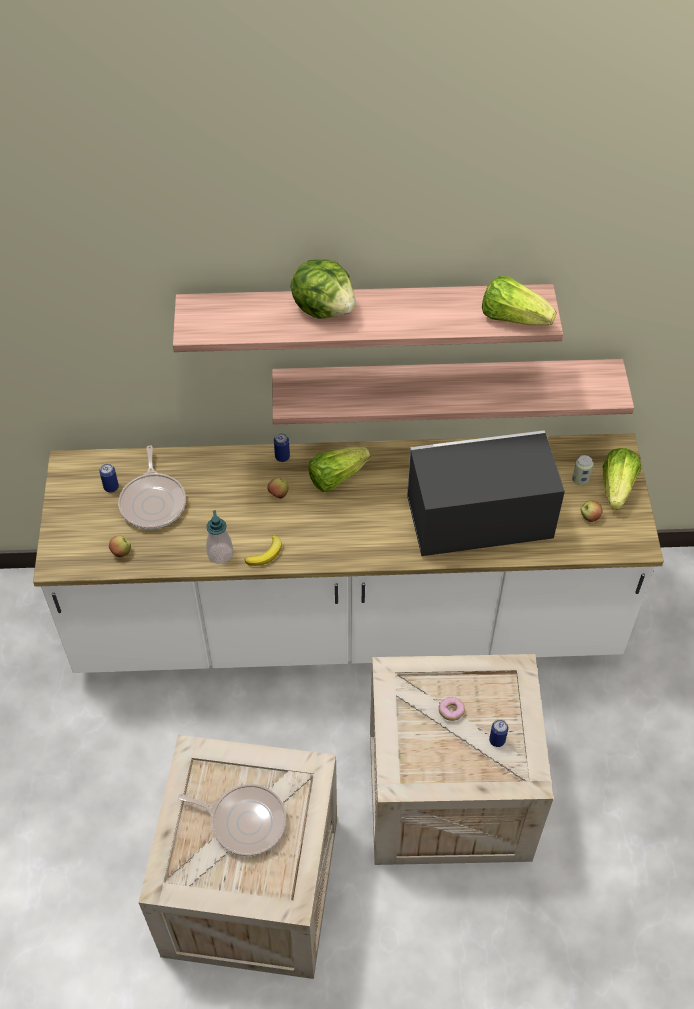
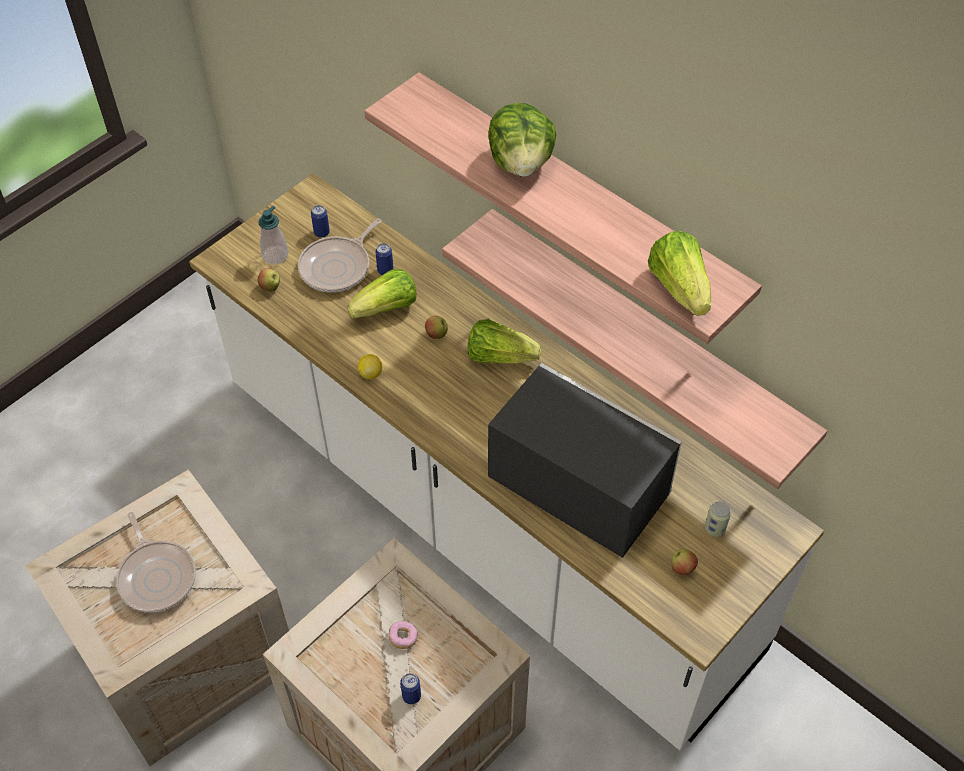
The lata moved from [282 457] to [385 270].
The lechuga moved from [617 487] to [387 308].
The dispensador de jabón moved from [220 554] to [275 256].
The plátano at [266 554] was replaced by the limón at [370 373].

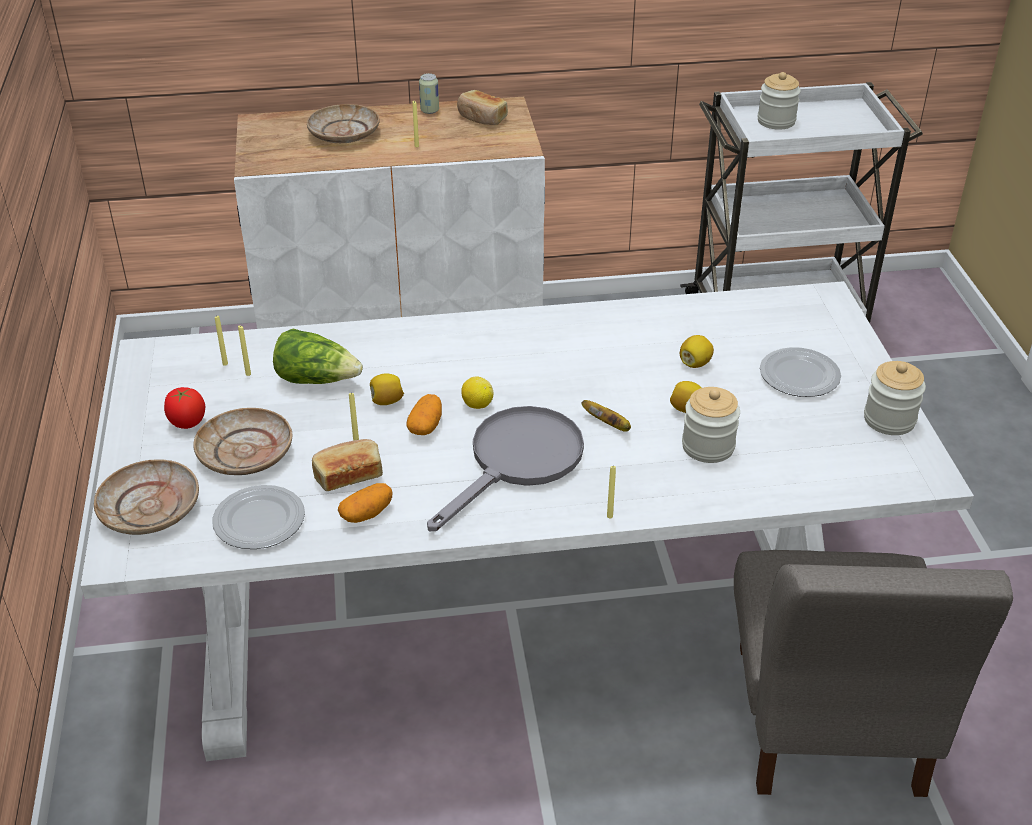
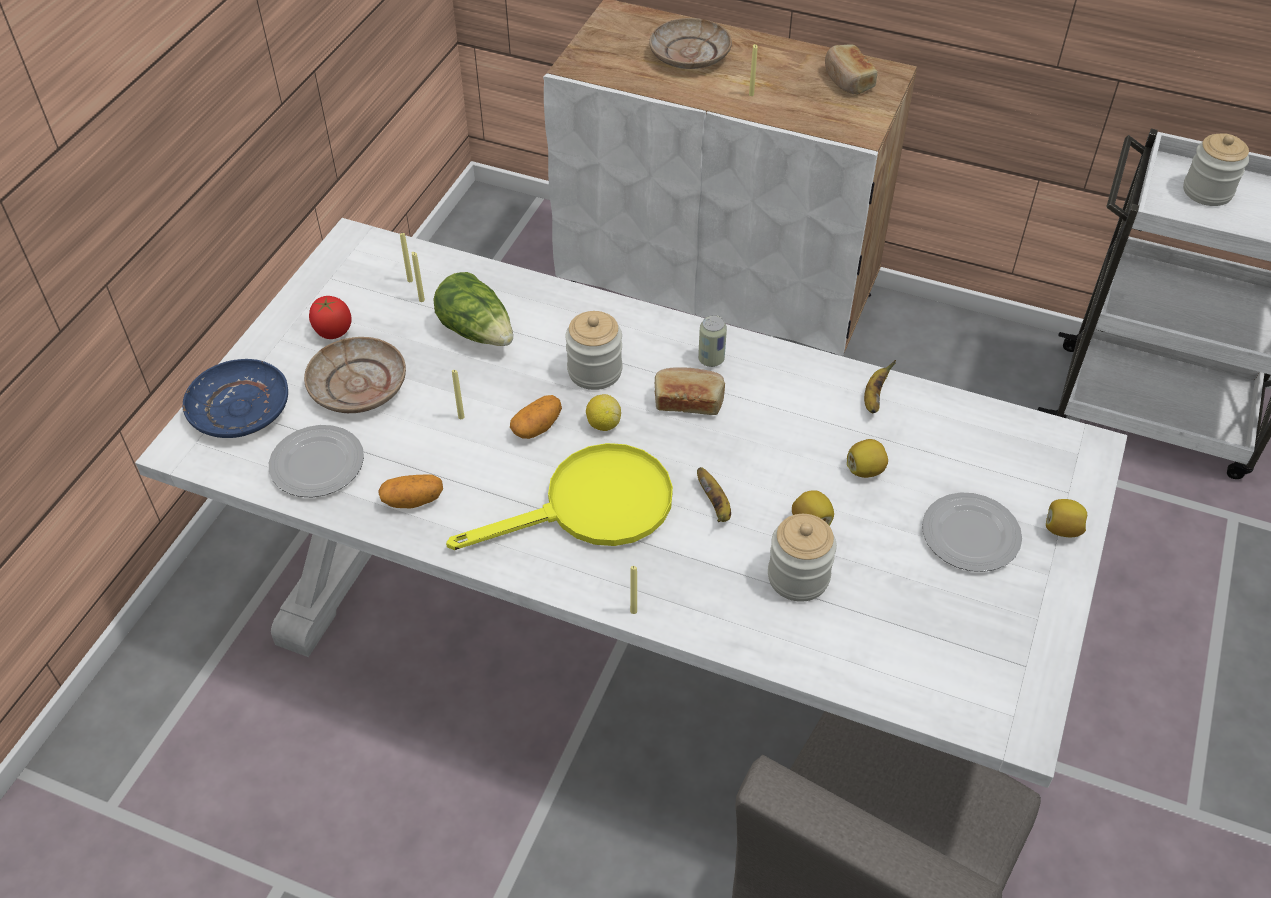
The lata moved from [429 110] to [711 359].
The tarro moved from [889 419] to [595 371].
The limón moved from [386 401] to [1062 529].
The sartén [gris] at [517 462] became the sartén [amarillo] at [592 507].
The pan moved from [348 475] to [688 401].
The plato [beis] at [150 508] became the plato [azul] at [240 409].
The plátano at [874 397] appeared.

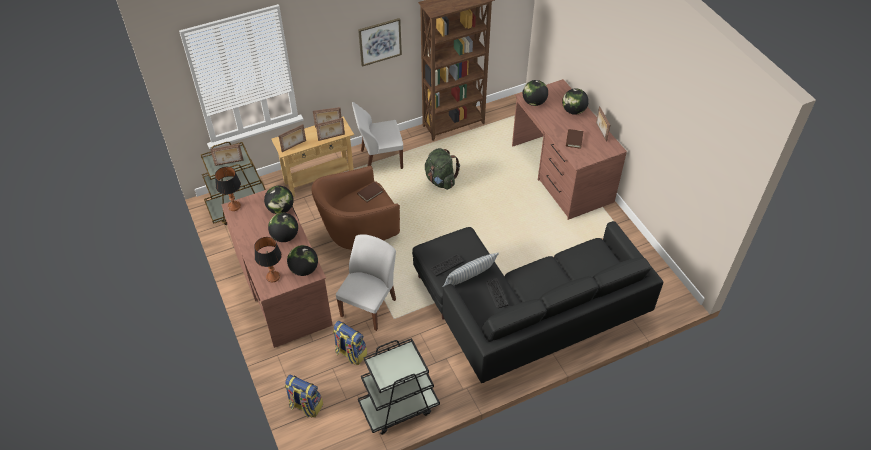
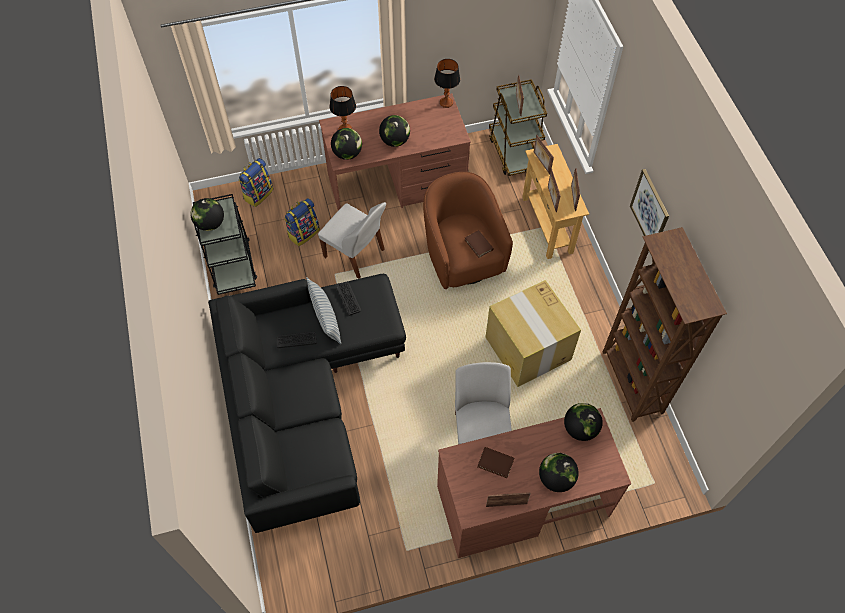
The silla [blanco] moved from [380 159] to [480 432].
The mochila [verde] at [440 180] was replaced by the caja de cartón at [528 349].
The globo terráqueo moved from [281 209] to [210 224].

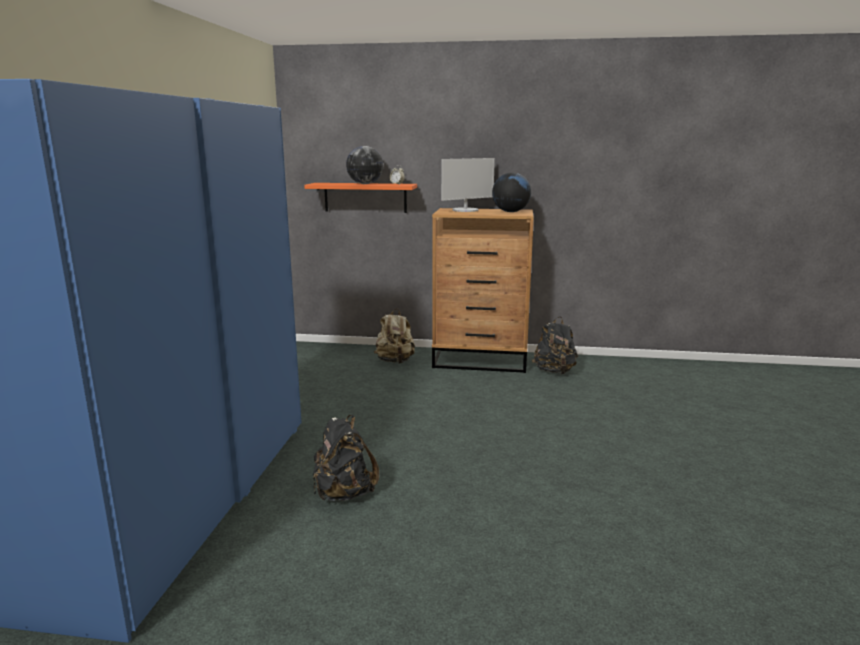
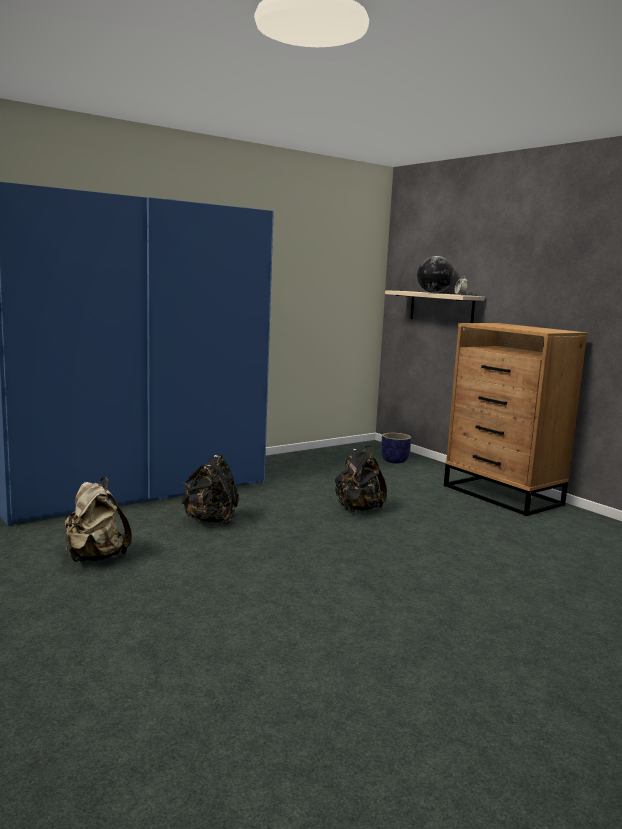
The monitor at [465 210] disappeared.
The globo terráqueo at [511 212] disappeared.
The estante [naranja] at [365 197] became the estante [beis] at [441 308].
The mochila [beis] moved from [395 361] to [95 558].
The mochila [negro] moved from [554 372] to [357 509].
The maceta at [394 461] appeared.

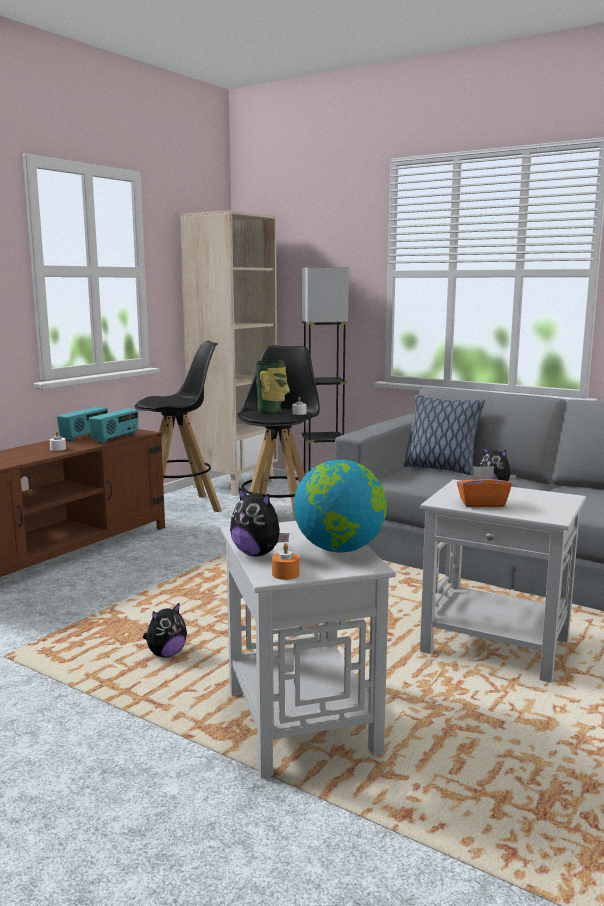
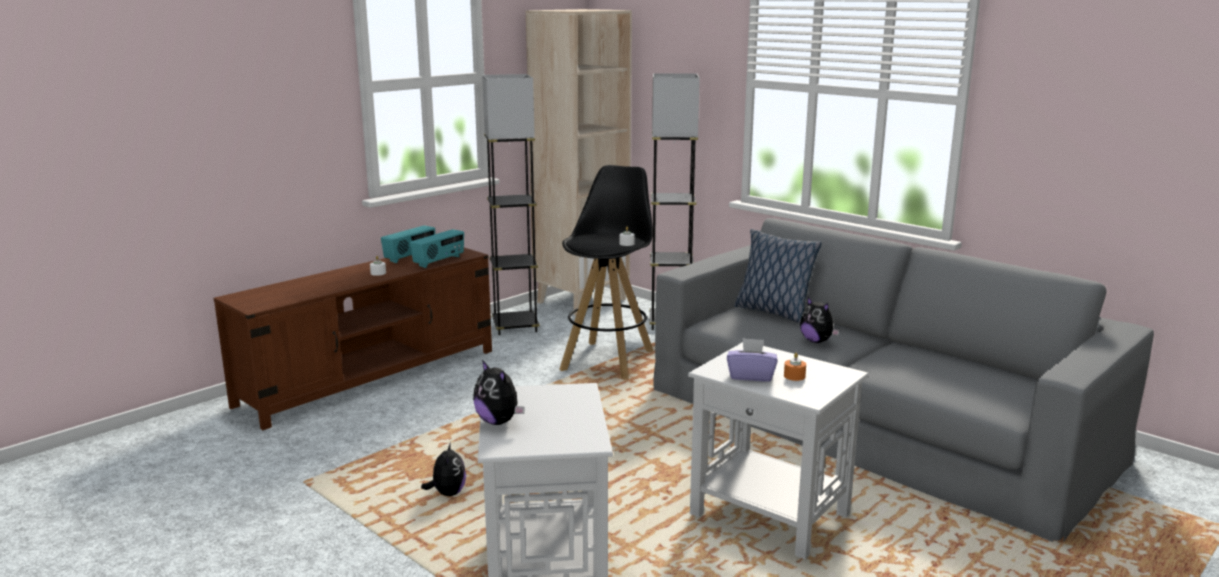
The taburete [negro] at [180 507] was replaced by the lámpara de pie [gris] at [515 327].
The florero at [271 412] disappeared.
The globo terráqueo at [340 549] disappeared.
The caja de pañuelos [naranja] at [482 504] became the caja de pañuelos [morado] at [751 376].
The vela [naranja] moved from [285 574] to [794 376].
The peluche at [166 654] turned 60 degrees counterclockwise.

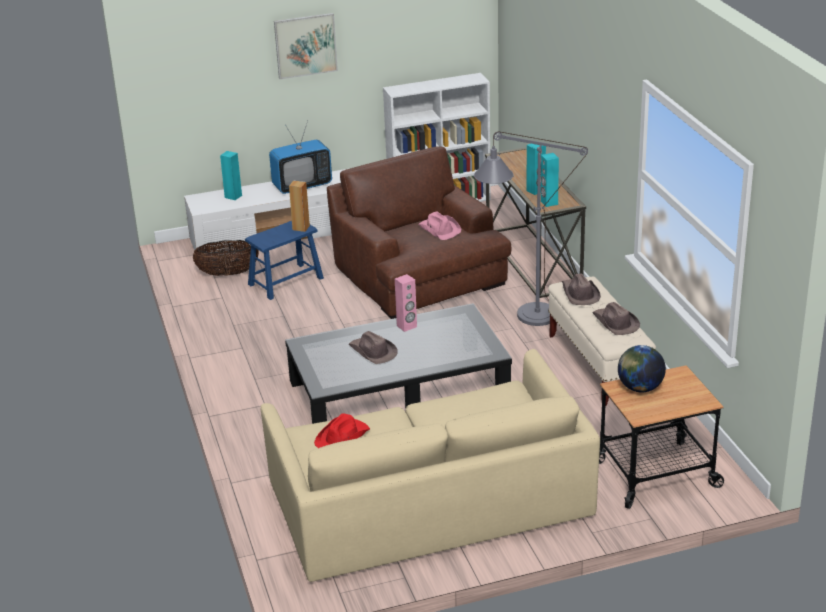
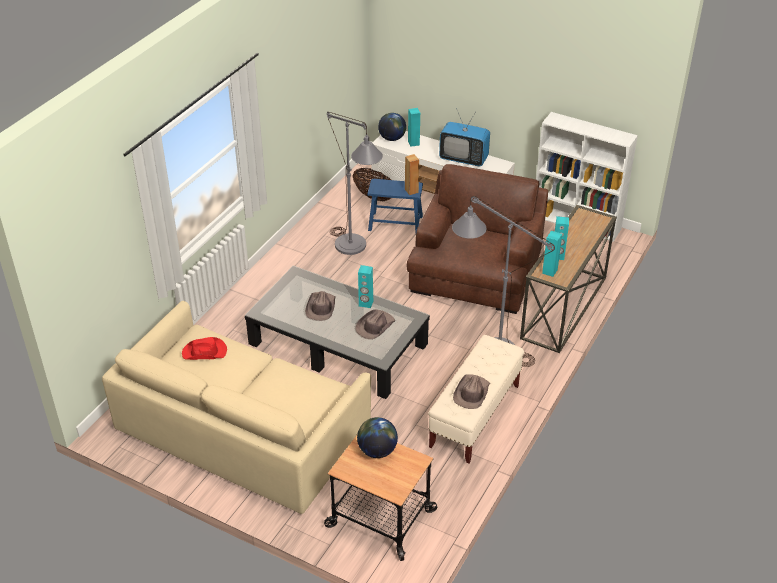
The cuadro at [305 45] disappeared.
The sombrero [rosa] at [439 229] disappeared.
The altavoz [rosa] at [407 326] became the altavoz [turquesa] at [366 303].
The sombrero [marrón] moved from [579 294] to [375 326].
The lámpara de pie [gris] at [355 250] appeared.
The globo terráqueo at [392 138] appeared.

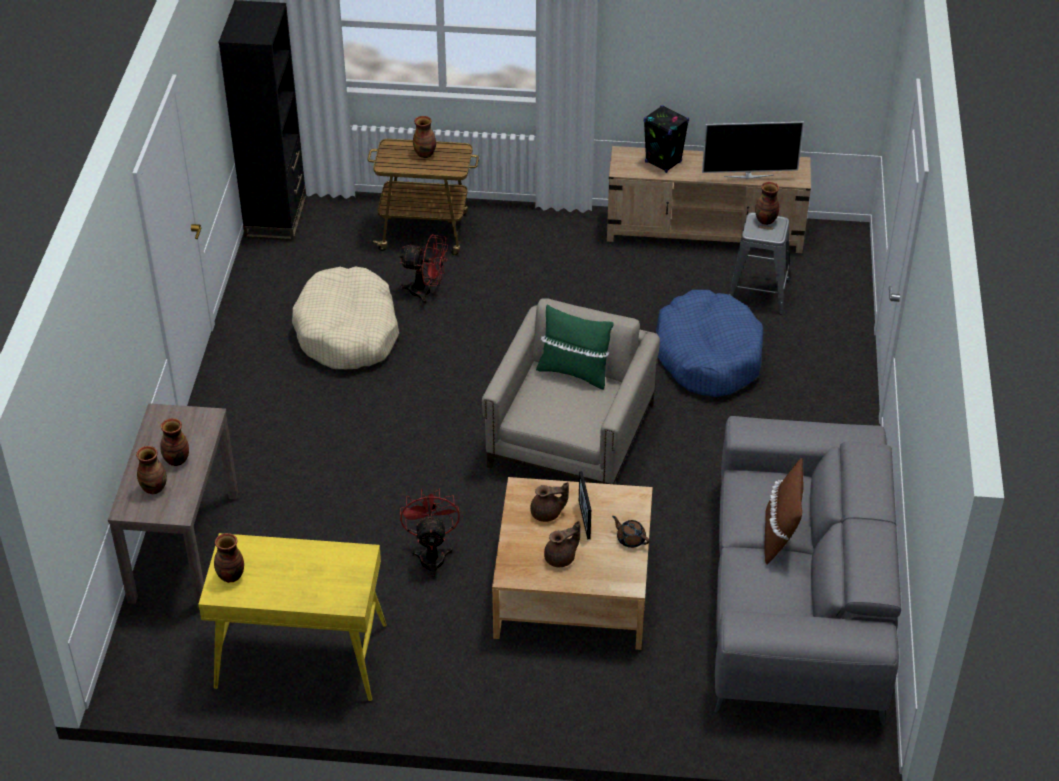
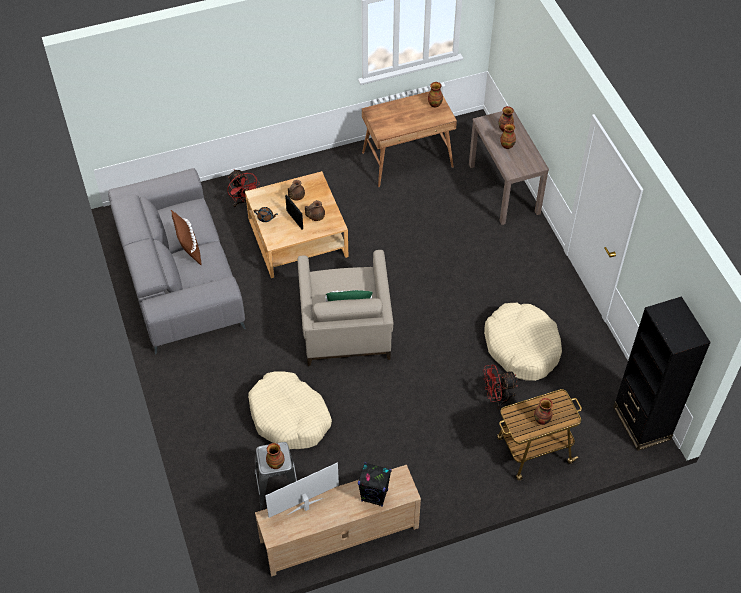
The cama para perro [azul] at [708 356] became the cama para perro [beis] at [289 417].
The ventilador [rojo] moved from [432 555] to [243 201].
The escritorio [amarillo] at [300 656] became the escritorio [marrón] at [407 160].

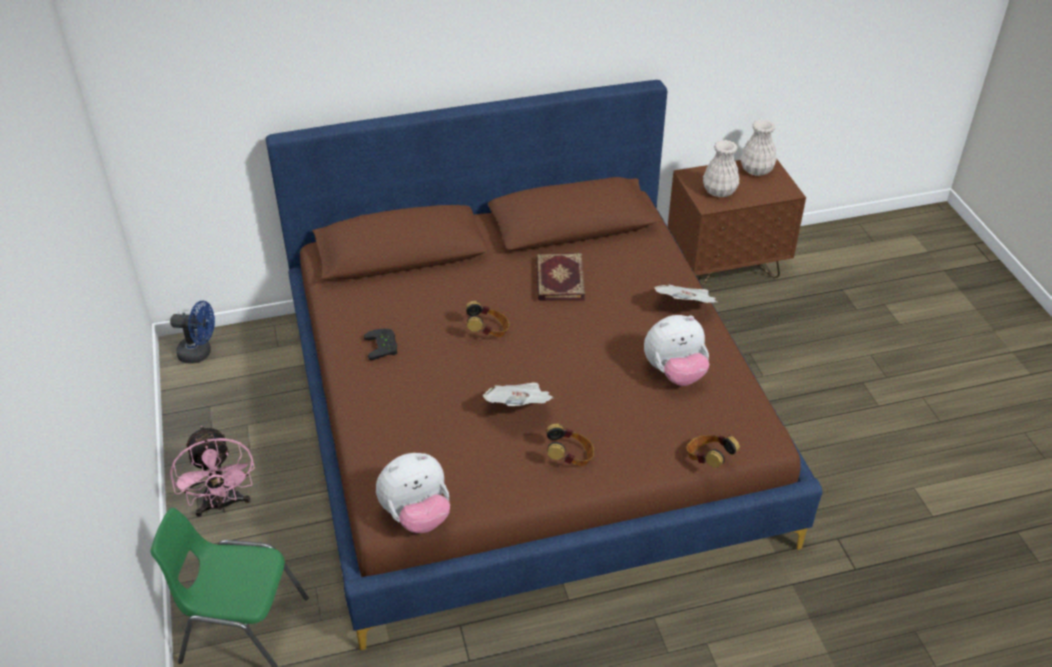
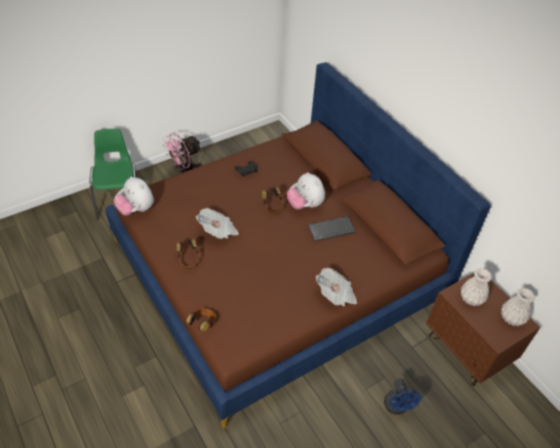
The libro at [558 279] was replaced by the teclado at [331 229].
The ventilador [azul] moved from [200 353] to [397 407].
The peluche moved from [674 373] to [305 205].

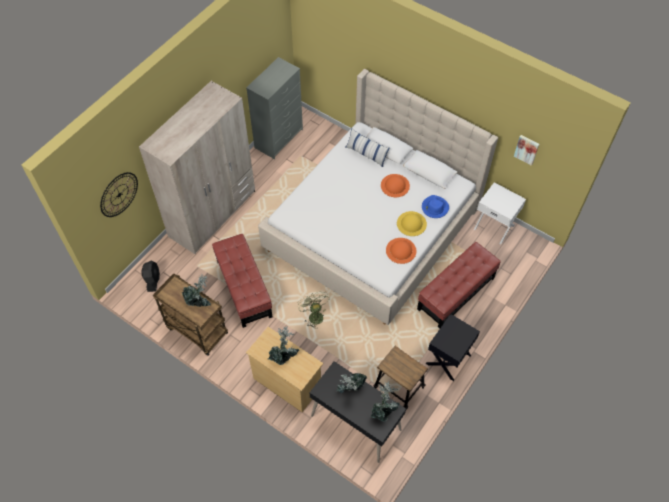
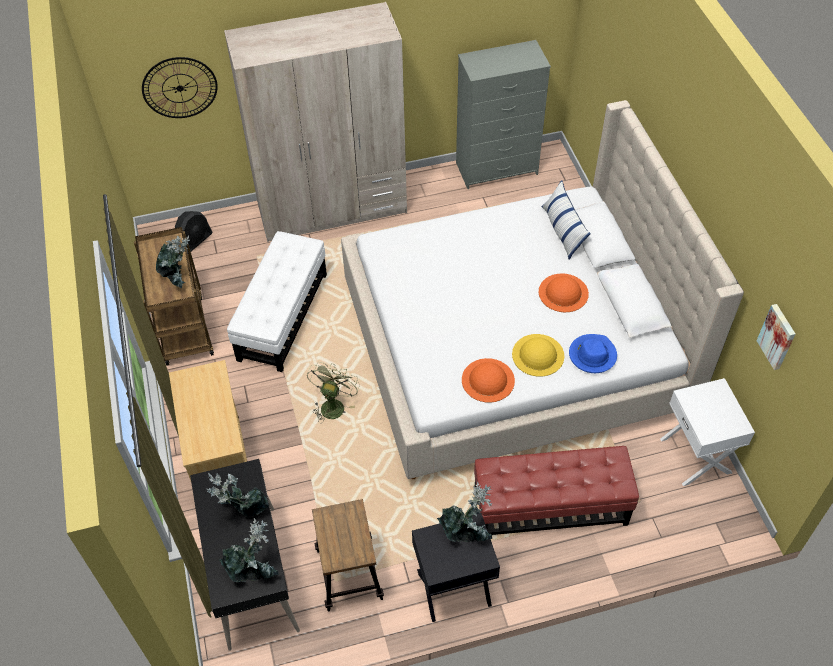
The puf [rojo] at [243 288] became the puf [blanco] at [282 316].
The planta en maceta moved from [284 356] to [466 533].

